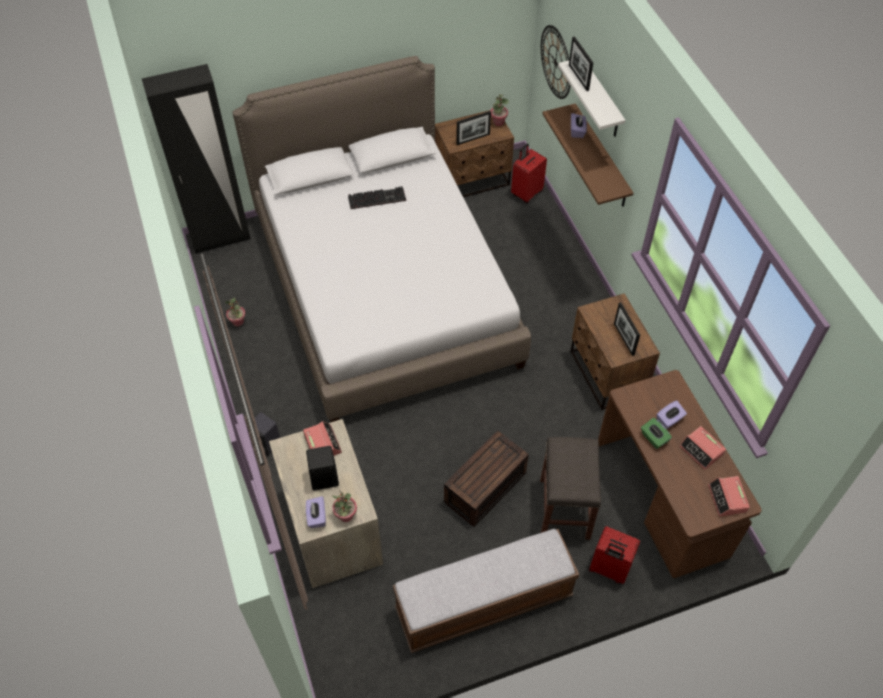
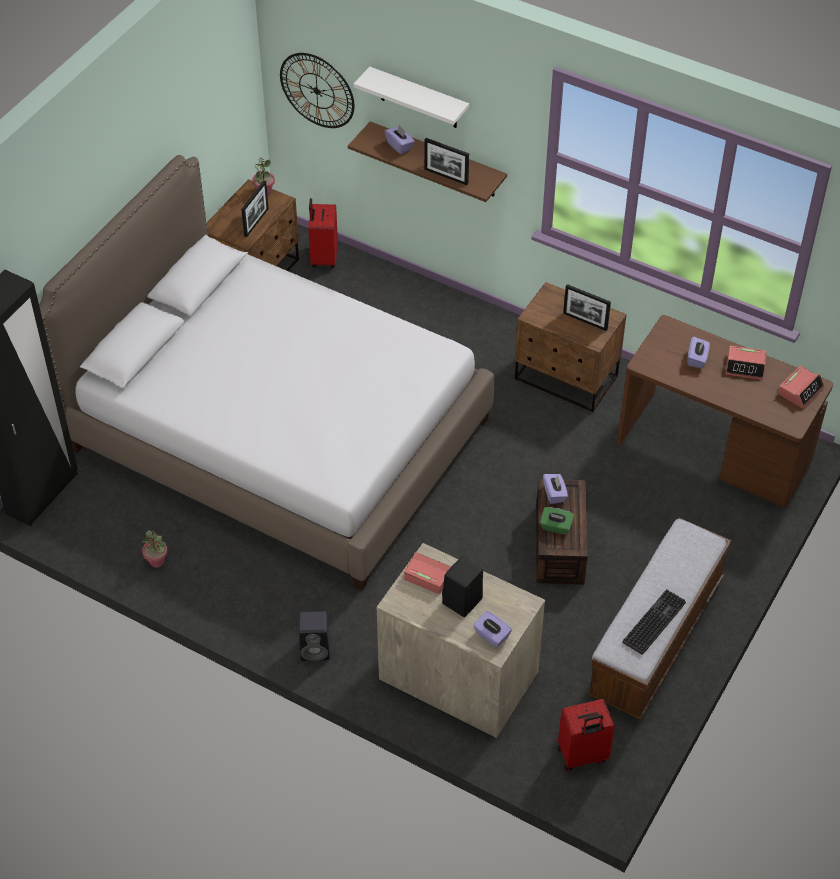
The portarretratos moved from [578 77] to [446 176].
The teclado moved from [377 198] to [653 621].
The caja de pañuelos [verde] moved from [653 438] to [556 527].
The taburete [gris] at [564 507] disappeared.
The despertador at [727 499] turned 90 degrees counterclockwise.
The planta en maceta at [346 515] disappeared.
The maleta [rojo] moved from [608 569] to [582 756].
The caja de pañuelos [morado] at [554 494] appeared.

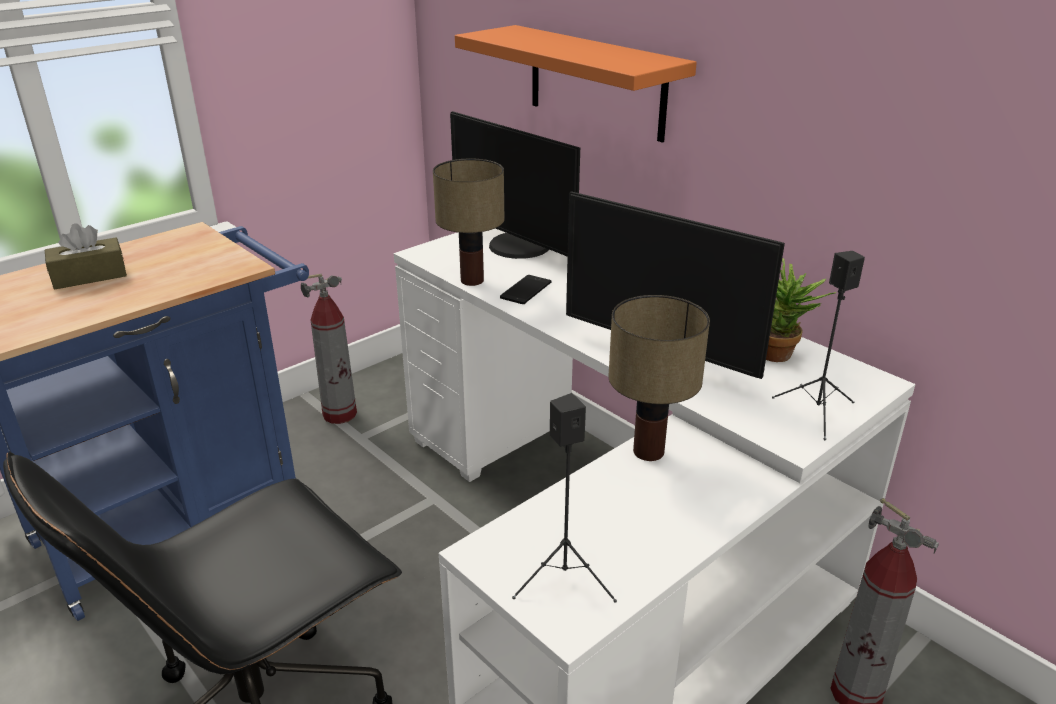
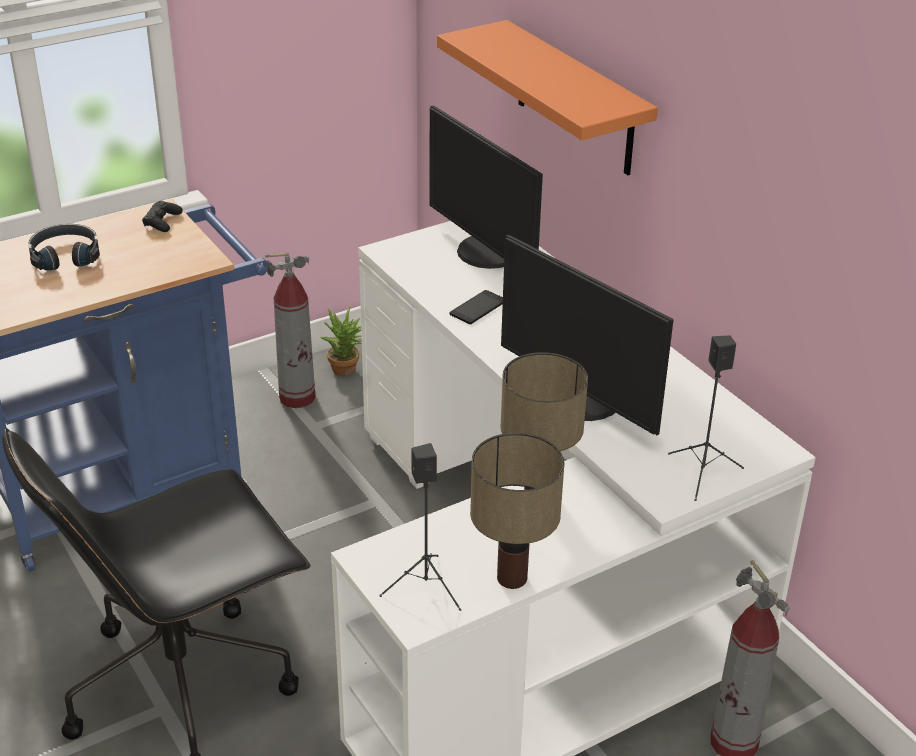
The lámpara de mesa moved from [471 280] to [510 577].
The caja de pañuelos [marrón] at [89 276] was replaced by the auriculares [negro] at [65 256].
The planta en maceta moved from [781 356] to [347 372].
The mando de consola [negro] at [162 222] appeared.

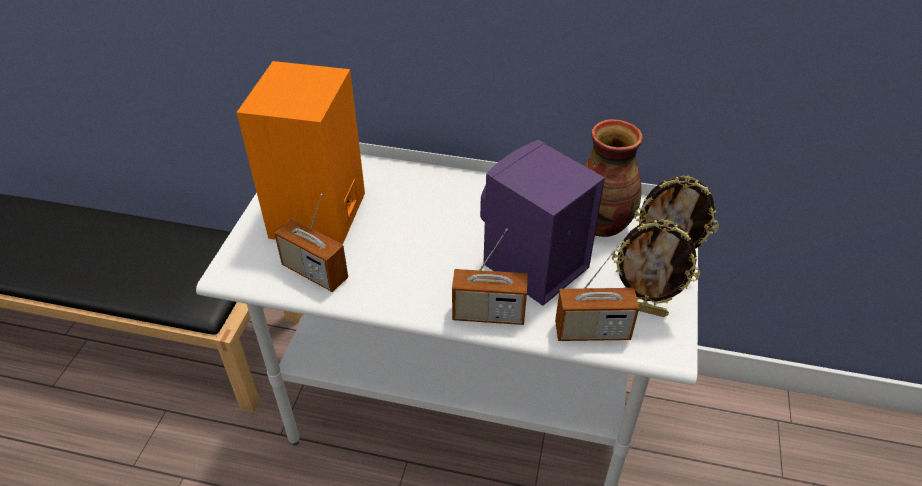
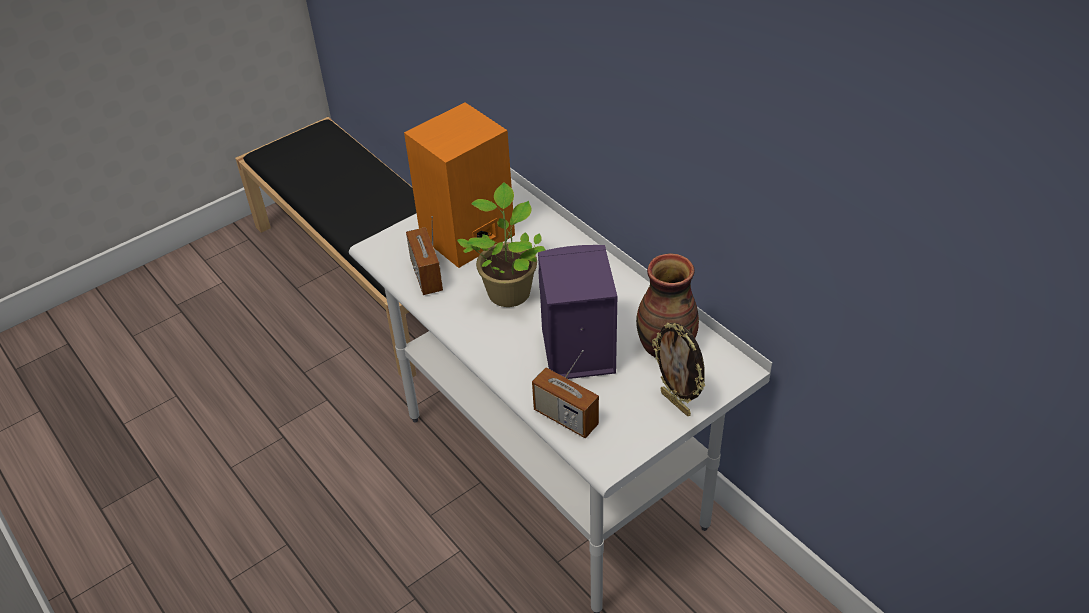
The portarretratos at [643 309] disappeared.
The radio at [488 314] disappeared.
The planta en maceta at [508 290] appeared.

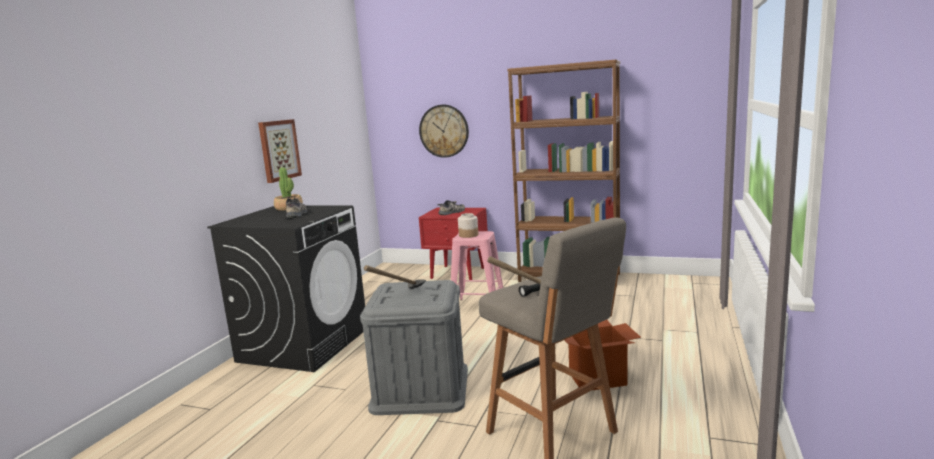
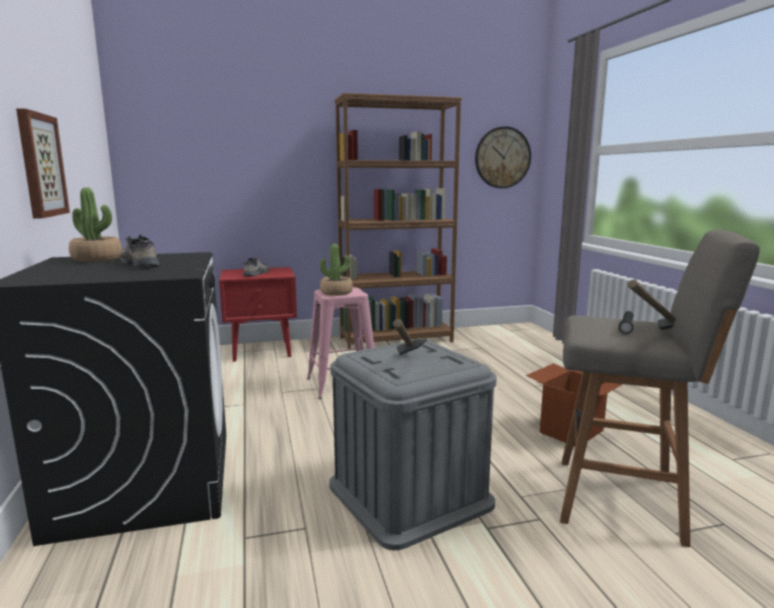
The reloj de pared moved from [444 131] to [502 157].
The tarro at [468 235] was replaced by the planta en maceta at [336 292].

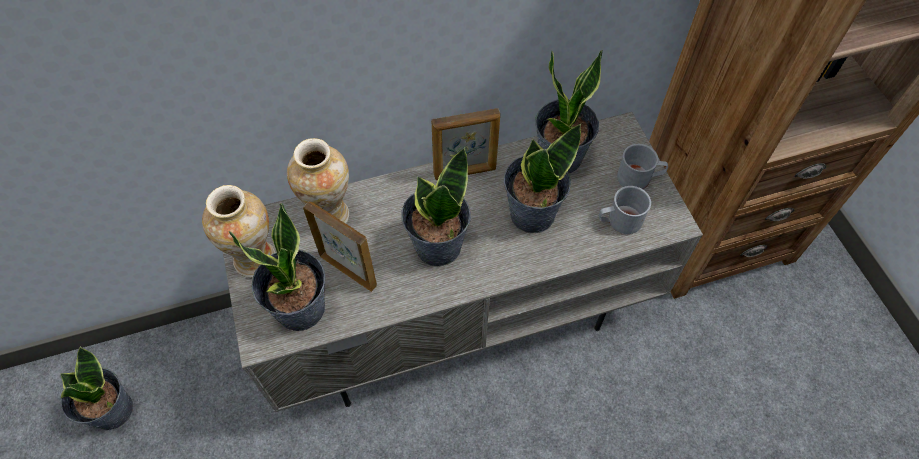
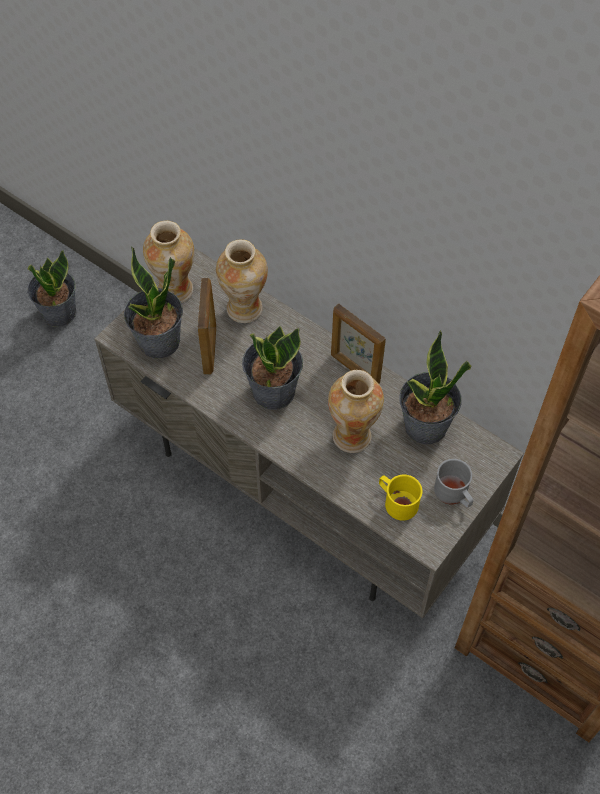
The planta en maceta at [531 213] was replaced by the florero at [353 436].
The taza grande [gris] at [619 221] became the taza grande [amarillo] at [397 501].

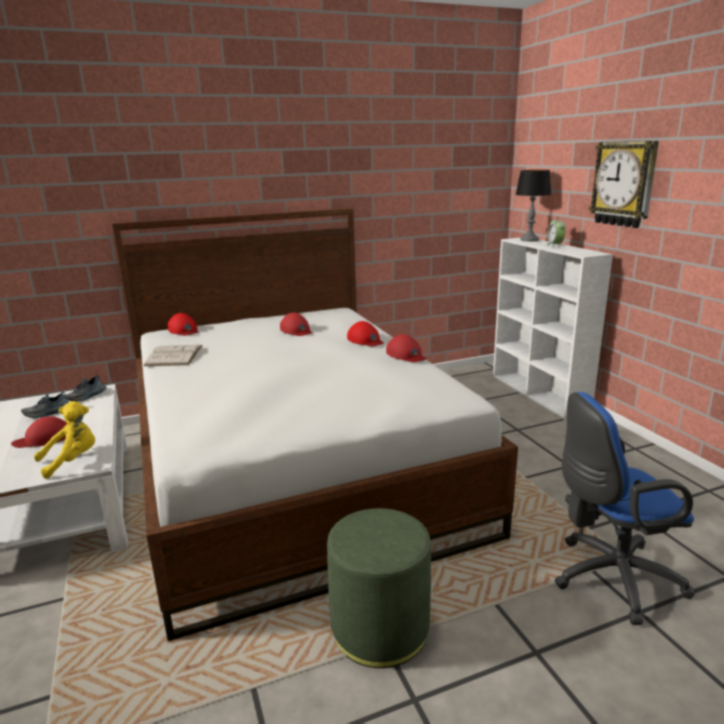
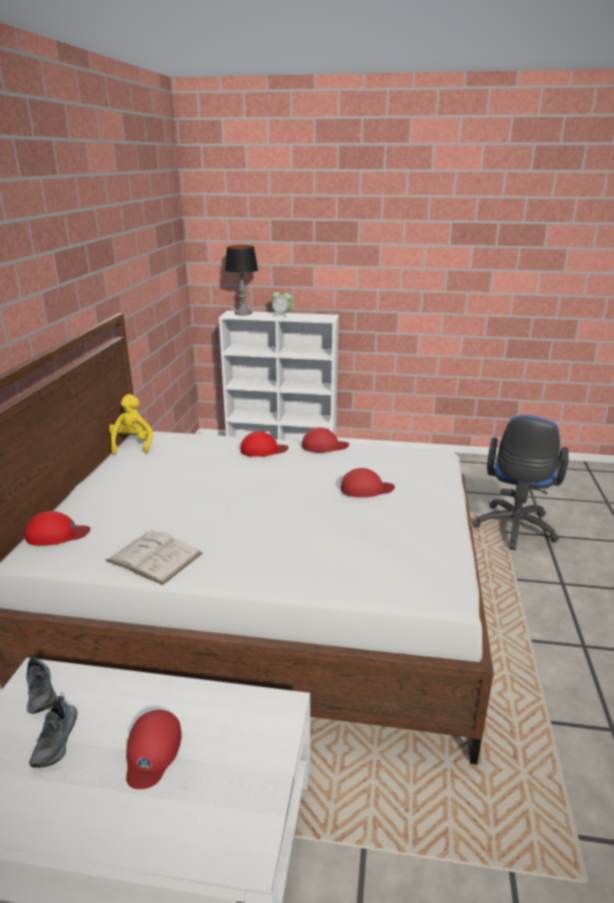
The reloj de pared at [624 184] disappeared.
The gorra [rojo] moved from [296 330] to [366 489].
The peluche [amarillo] moved from [72 461] to [132 445].
The puf [verde] at [380 628] disappeared.

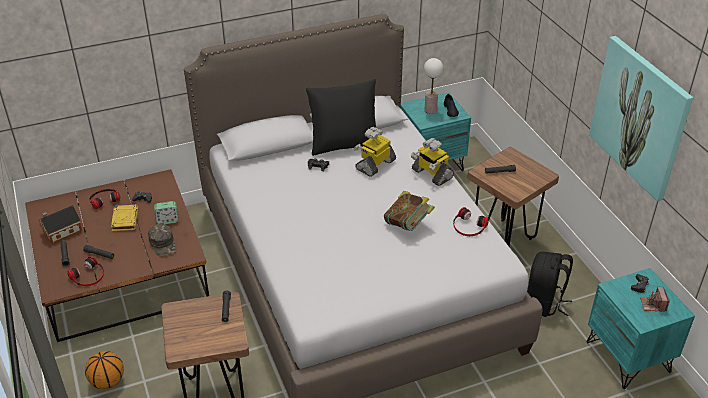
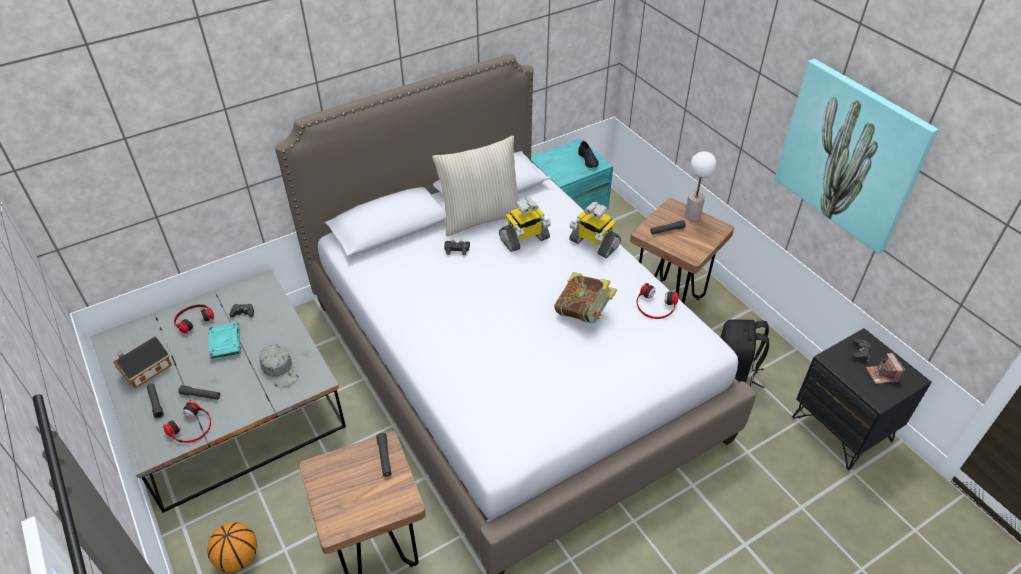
The lámpara de mesa moved from [430 110] to [692 215].
The cojín [negro] at [343 144] became the cojín [beis] at [480 217].
The robot de juguete at [375 164] turned 150 degrees counterclockwise.
The mesa de centro [marrón] at [121 270] became the mesa de centro [gris] at [228 402].
The despertador at [167 220] disappeared.
The libro [amarillo] at [125 219] became the libro [turquesa] at [225 343].
The gorra [verde] at [163 243] became the gorra [gris] at [280 369].
The mesita de noche [turquesa] at [628 357] became the mesita de noche [negro] at [842 429].

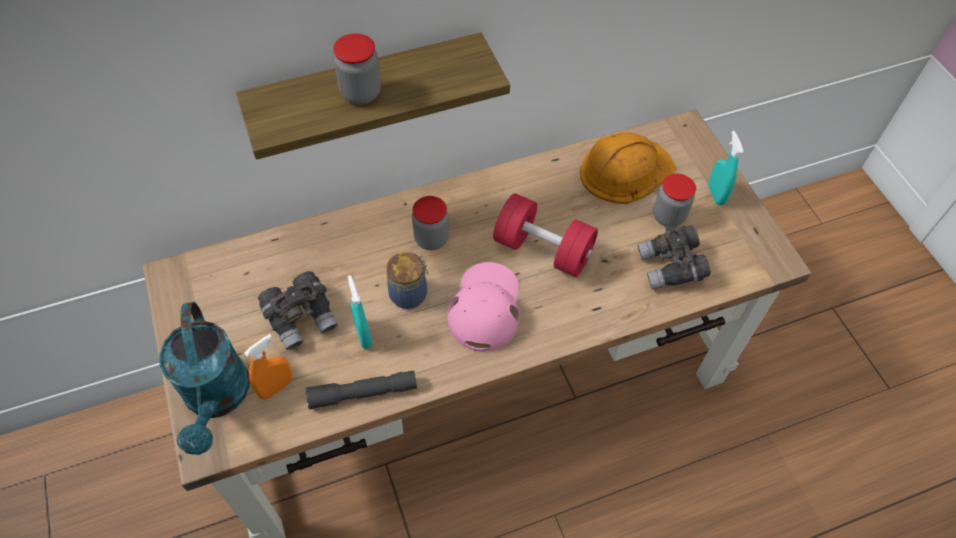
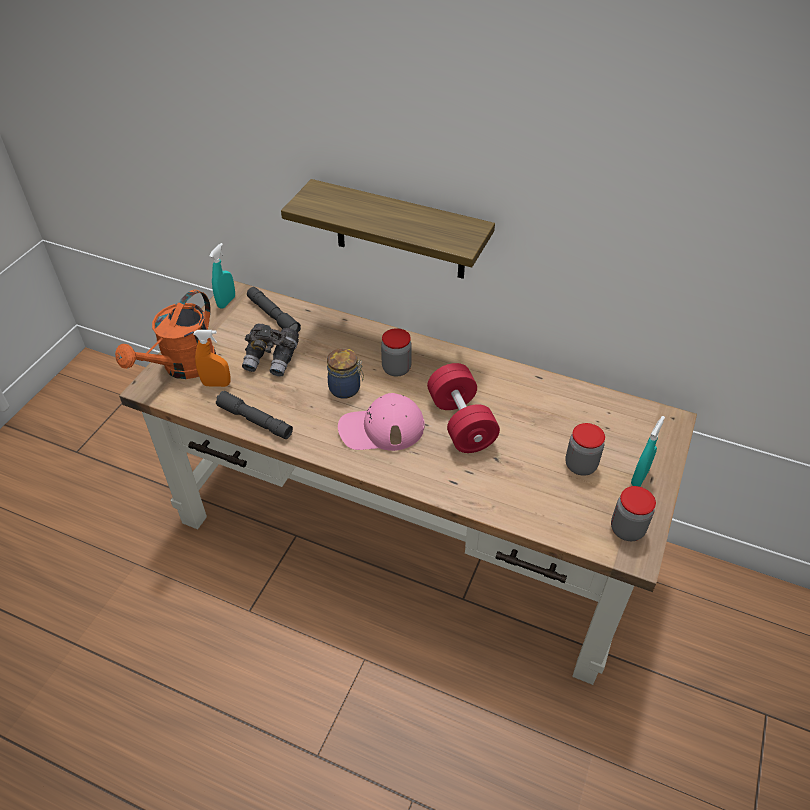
The tarro moved from [360 93] to [627 529].
The casco [naranja] at [625 170] disappeared.
The prismáticos [gris] at [670 268] disappeared.
The gorra [rosa] at [485 307] turned 150 degrees counterclockwise.
The pulverizador [turquesa] moved from [363 335] to [226 302].
The regadera [turquesa] at [217 399] became the regadera [naranja] at [183 368].
The linterna [gris] at [273 316] appeared.

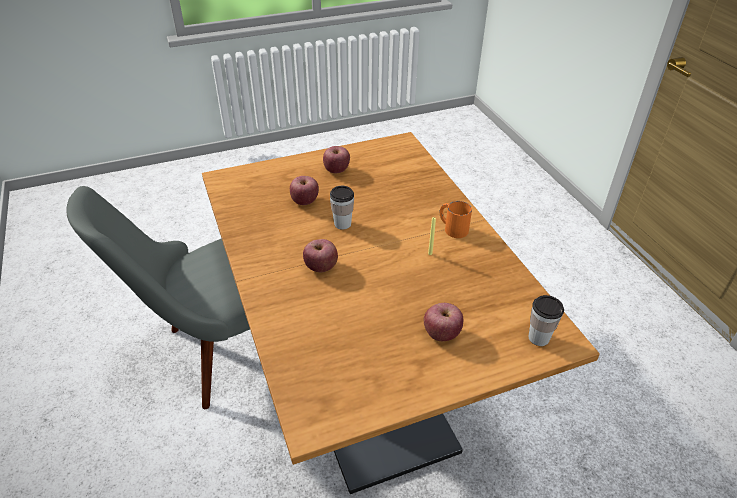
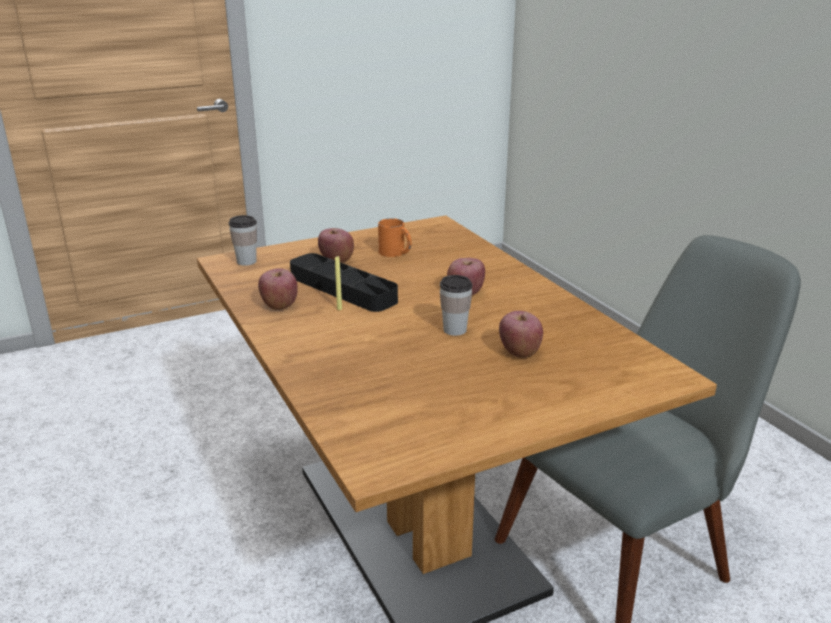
The manzana moved from [336 170] to [279 305].
The taza grande [naranja] moved from [452 228] to [396 253].
The bandeja [negro] at [342 288] appeared.

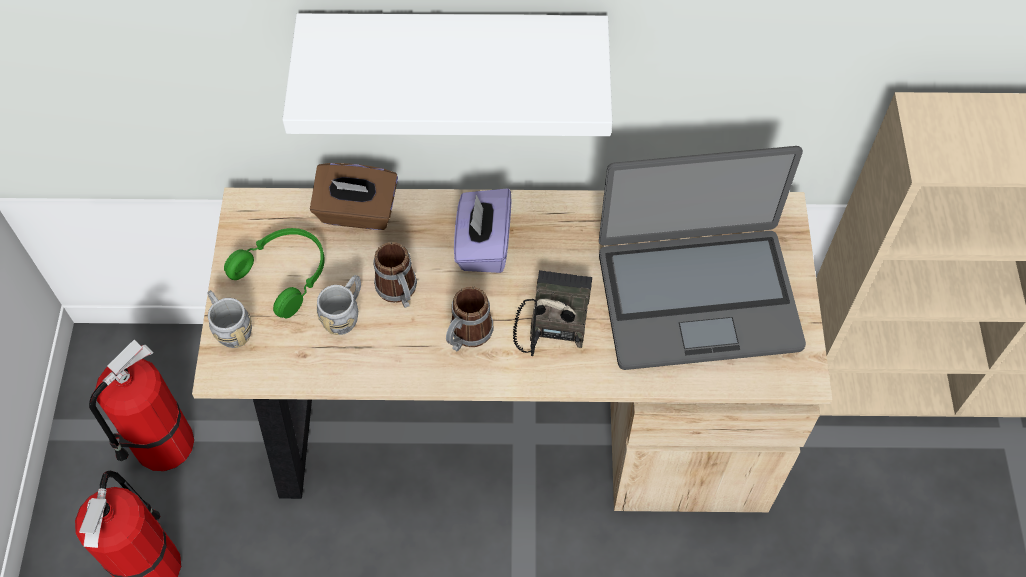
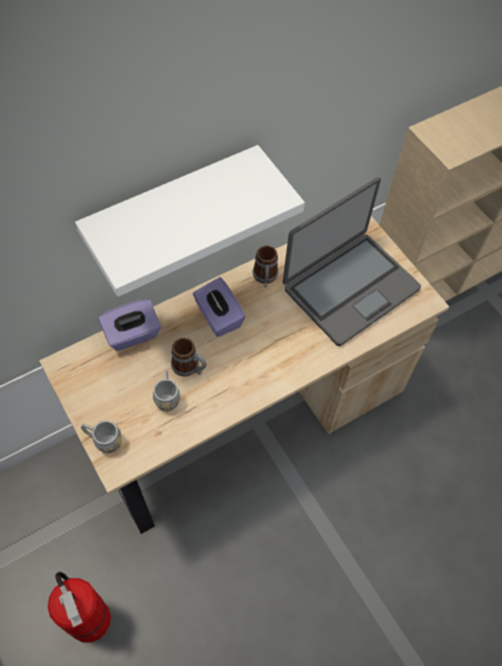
The caja de pañuelos [marrón] at [357 212] became the caja de pañuelos [morado] at [132 335].
The auriculares [verde] at [285 273] disappeared.
The radio at [552 317] disappeared.
The taza grande moved from [467 336] to [265 278].
The extintor at [161 446] disappeared.

